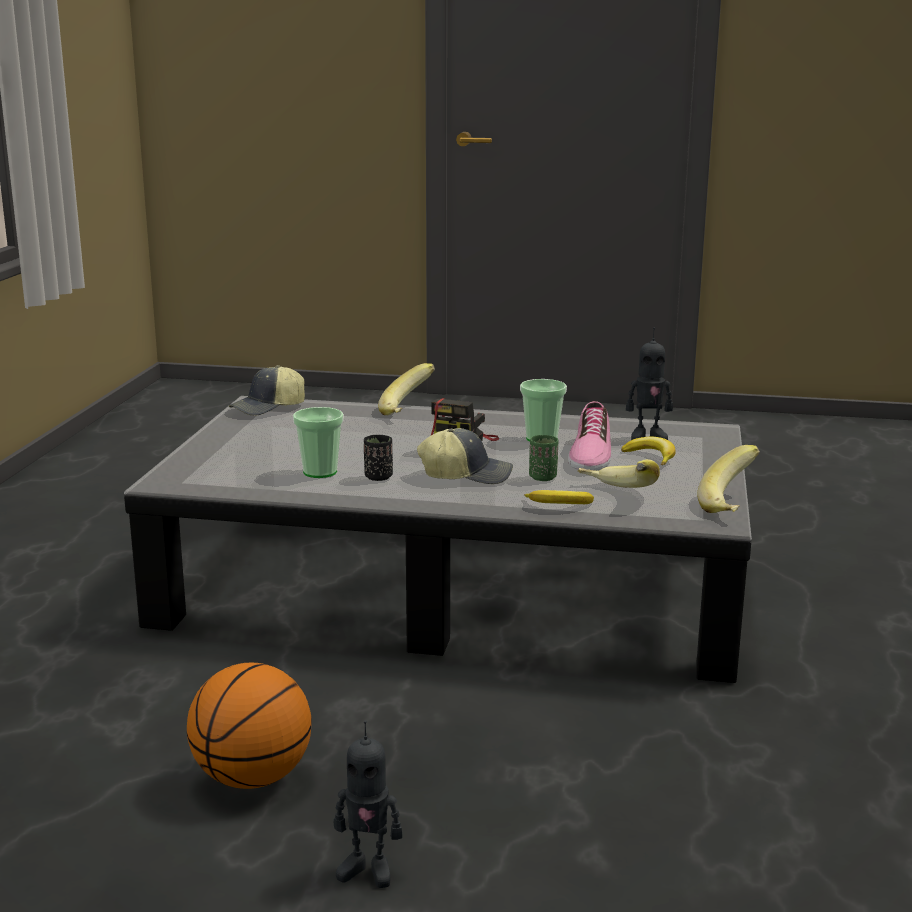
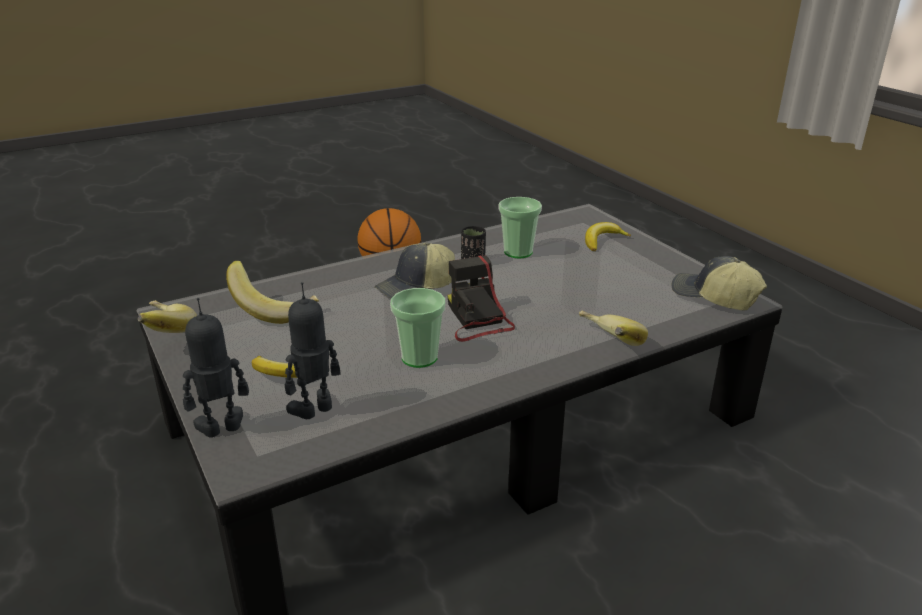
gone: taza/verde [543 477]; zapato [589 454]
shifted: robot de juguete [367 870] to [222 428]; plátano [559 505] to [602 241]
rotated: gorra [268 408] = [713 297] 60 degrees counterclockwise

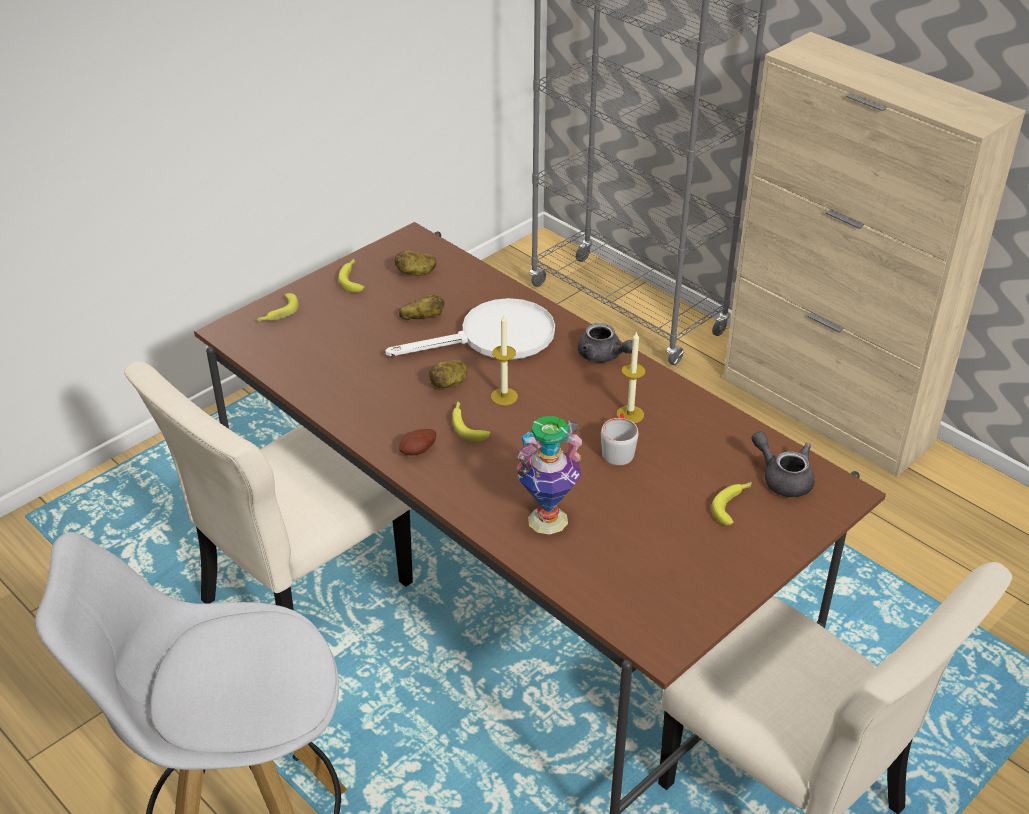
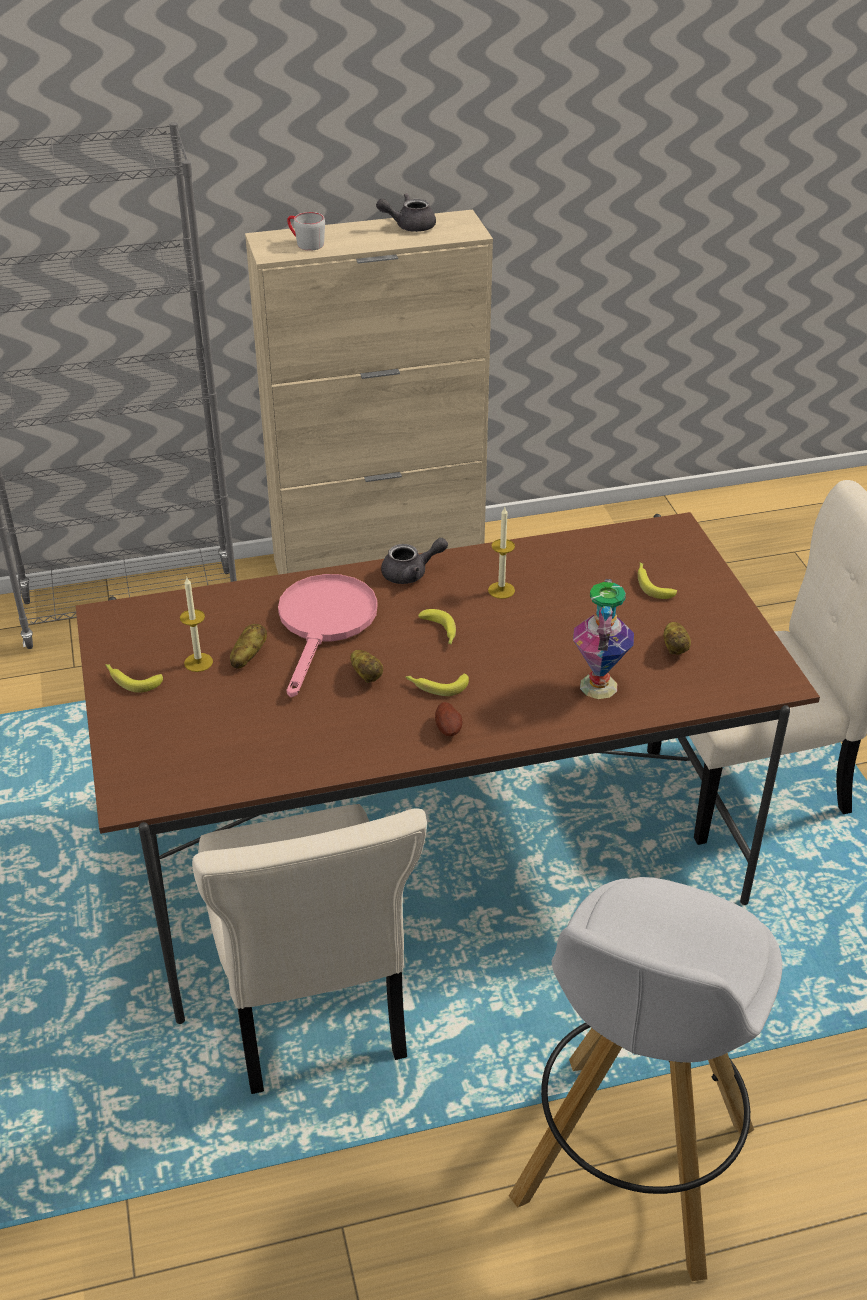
shifted: plátano [277 313] to [440 632]; patata [416 273] to [675 648]; vela [504 396] to [198 662]; taza grande/gris [618 449] to [305 243]; tetera/gris [782 478] to [409 226]
repainted: sartén/blanco [494 338] to sartén/rosa [325 624]

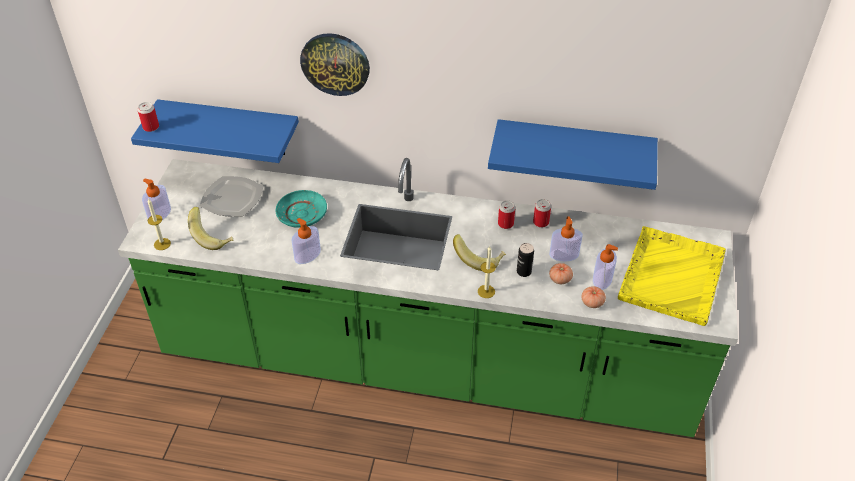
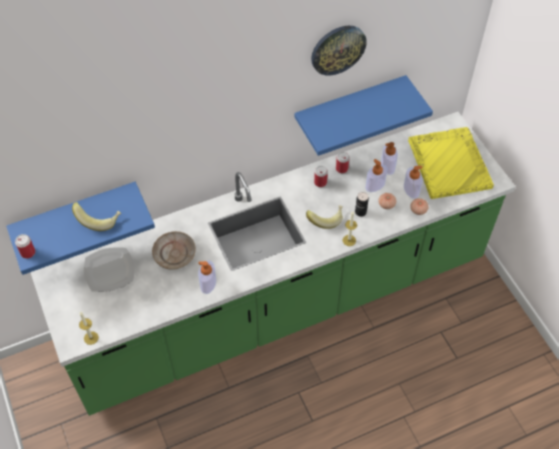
shifted: dispensador de jabón [159 214] to [388 166]; plátano [213 237] to [99 220]; reloj de pared [335 63] to [338 49]
repainted: plato/turquesa [302 214] to plato/beis [174 254]

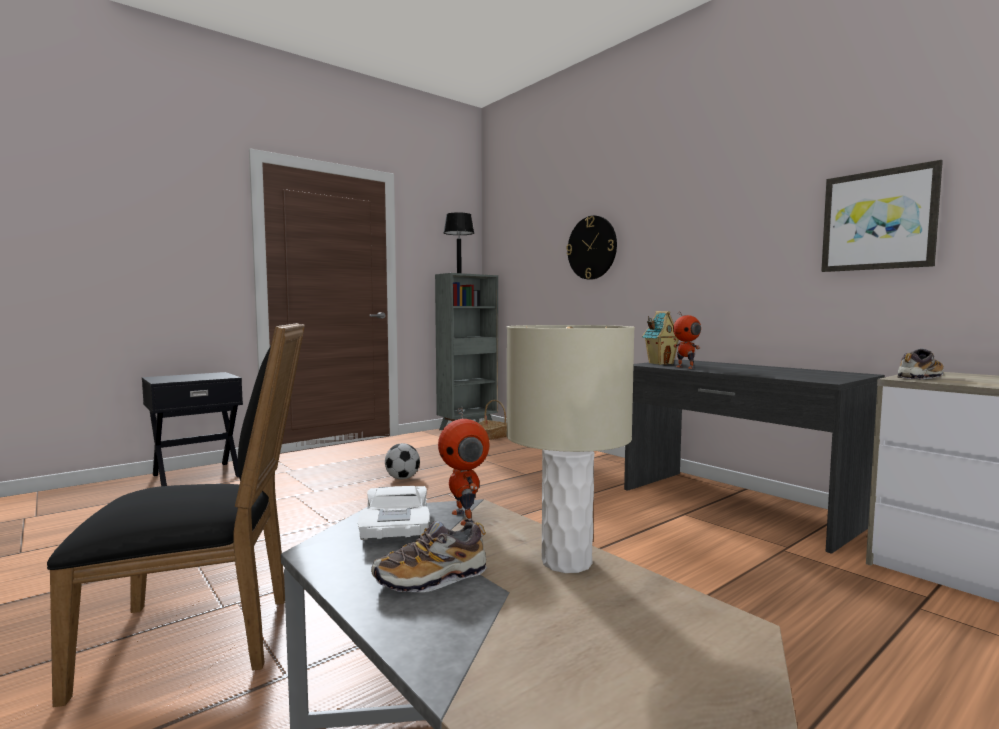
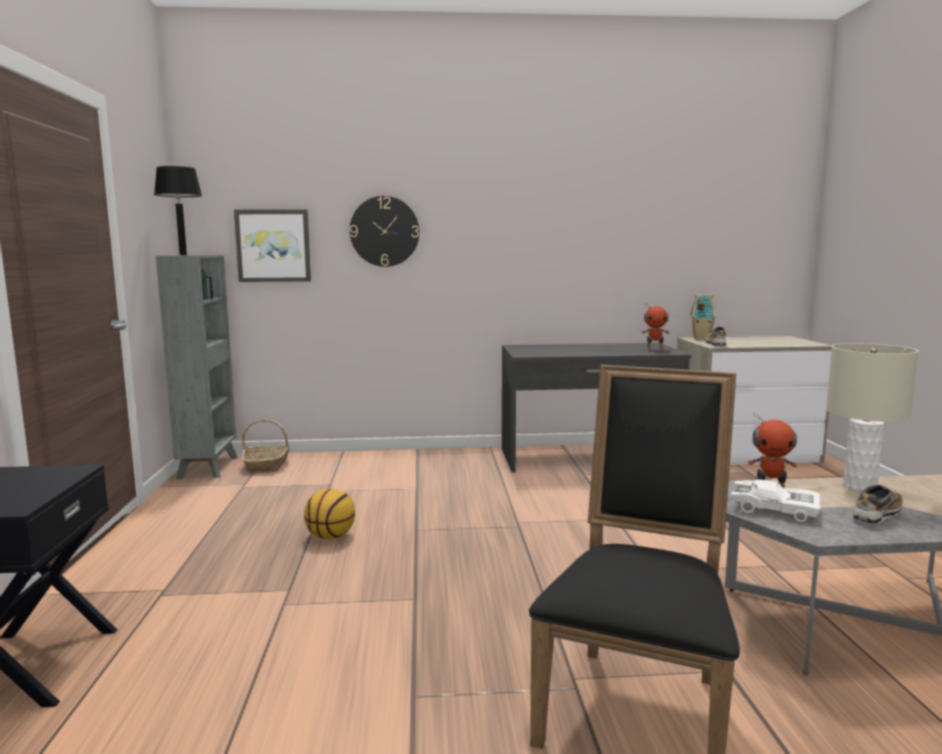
shifted: casita [660 363] to [700 338]; robot de juguete [686 367] to [654 349]; cuadro [878 220] to [273 246]
swapped: balón de fútbol [403 478] to balón de baloncesto [331 537]
rotated: zapato [432 578] = [876 515] 135 degrees counterclockwise

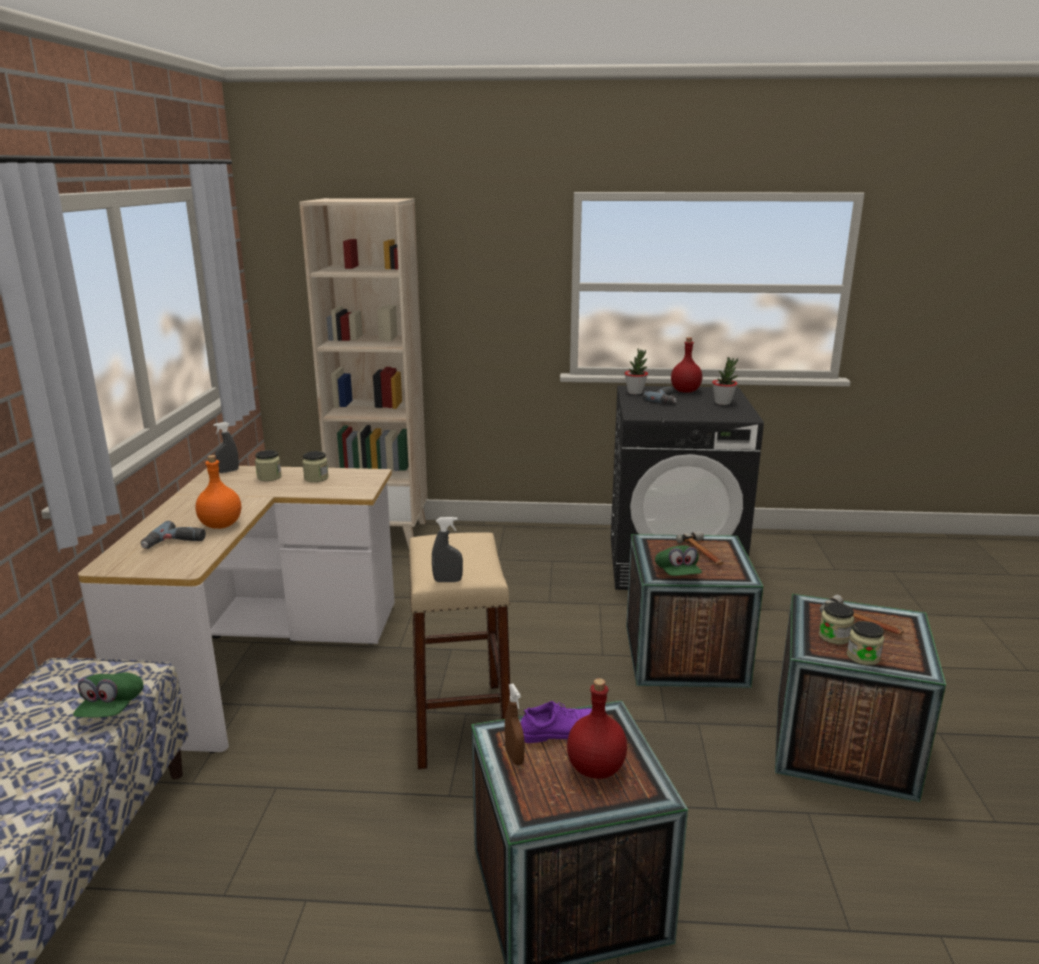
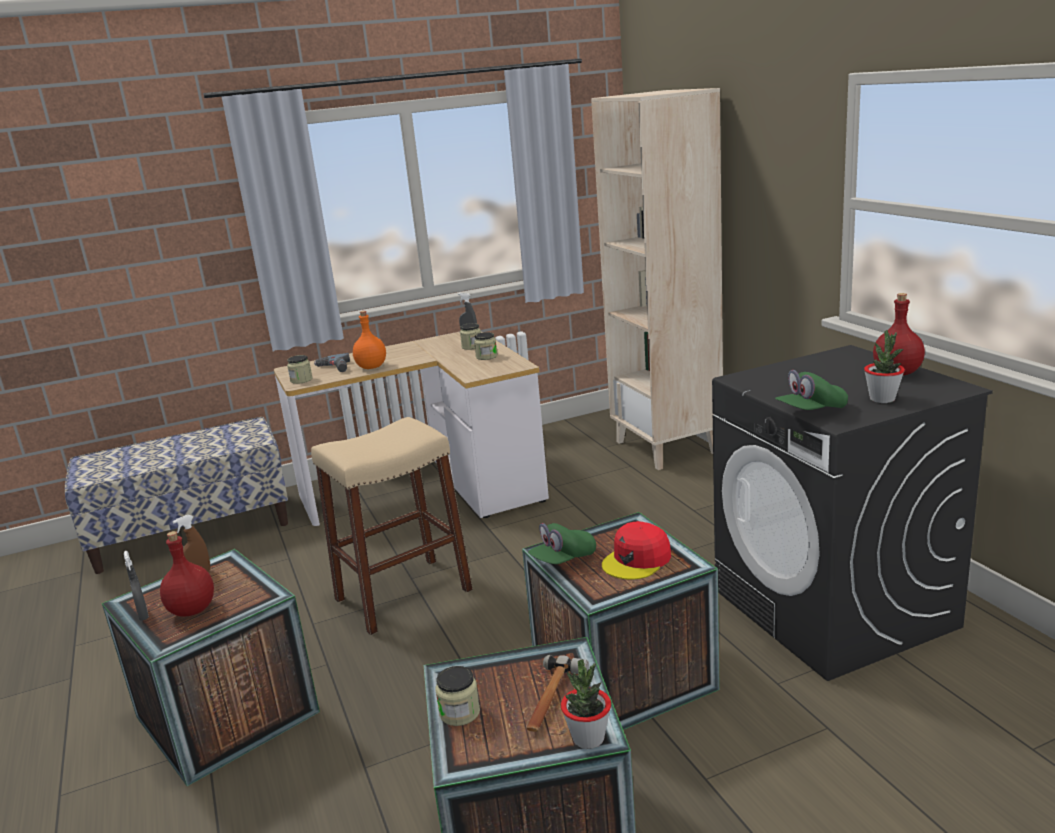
gone: zapato/morado [558 730]; taladro [666 400]
shifted: gorra/verde [111 709] to [811 411]; pulverizador/gris [448 581] to [143 615]; planta en maceta [635 392] to [588 738]; tarro [834 637] to [301 380]
swapped: martillo [703 553] to gorra/rojo [637 560]

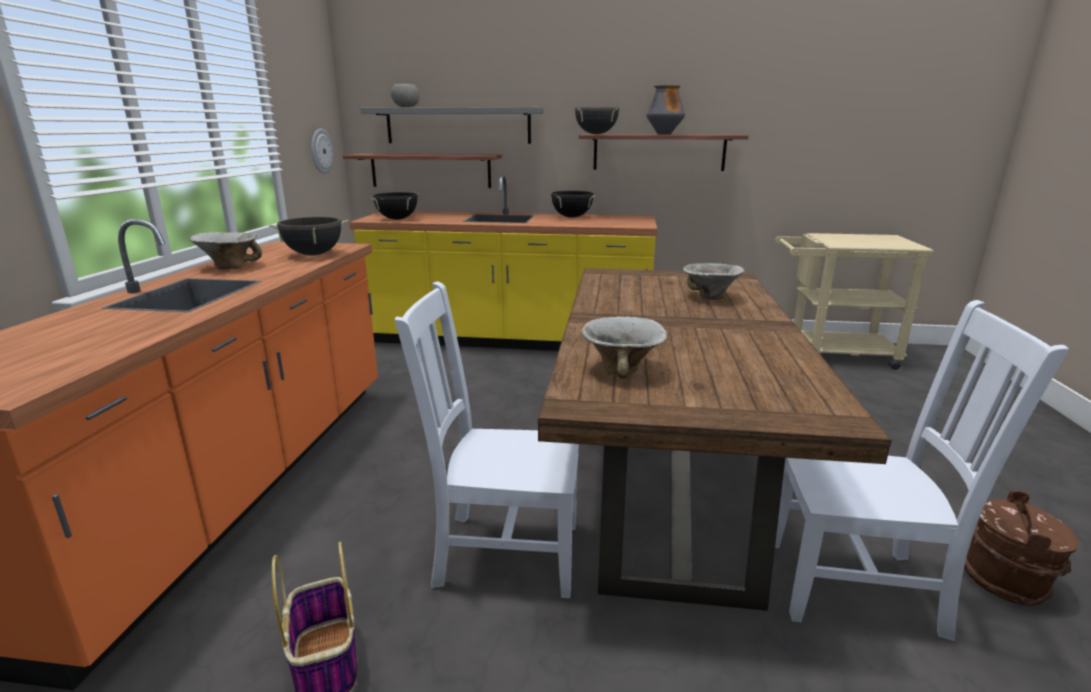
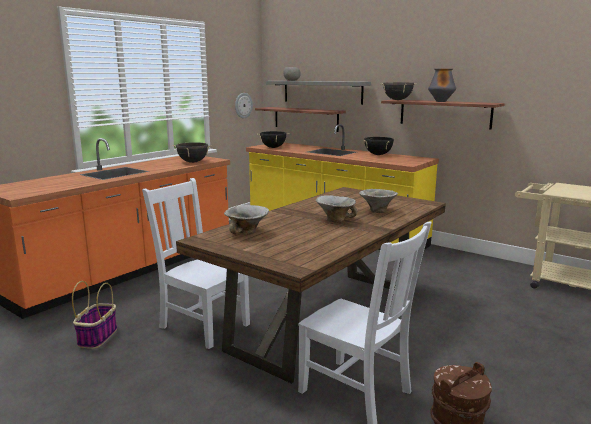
shifted: cuenco [230 267] to [335 220]

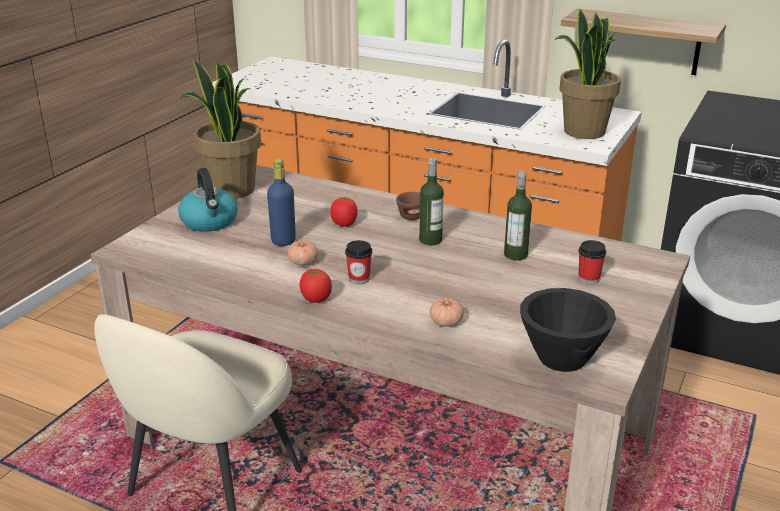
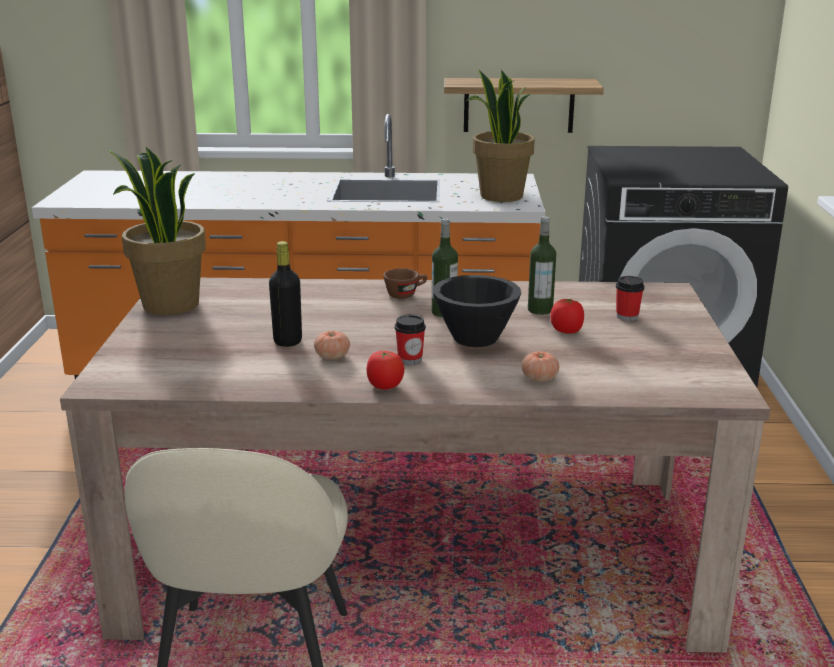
gone: hervidor [210 222]
shifted: tomate [344 224] to [566 331]; cuenco/negro [561 358] to [475 338]
repainted: botella/azul [283 241] to botella/negro [287 341]

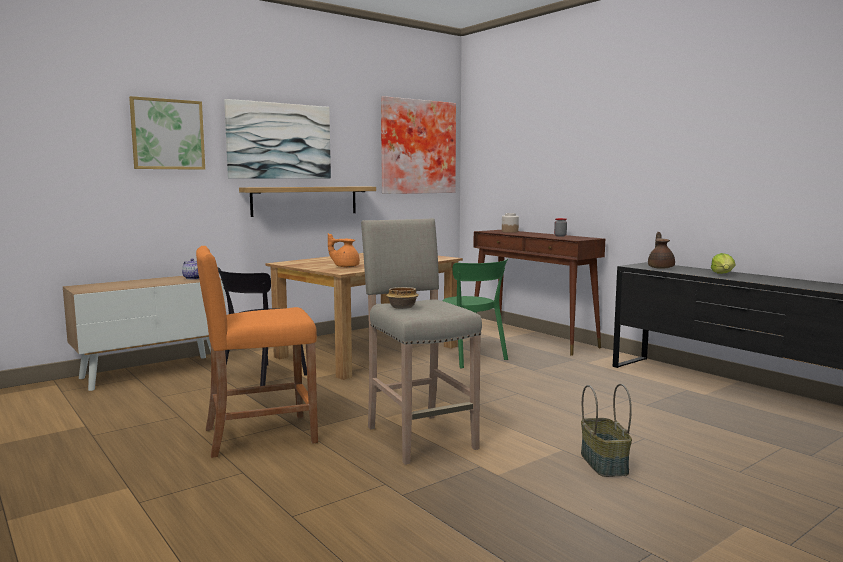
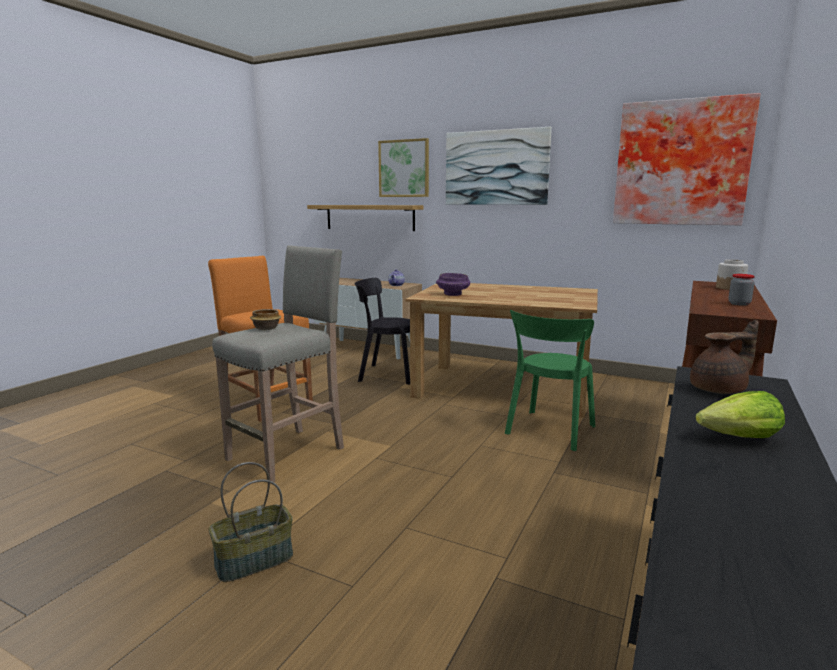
shifted: estante [305 201] to [369 217]
swapped: tetera/naranja [345 266] to cuenco/morado [453 294]

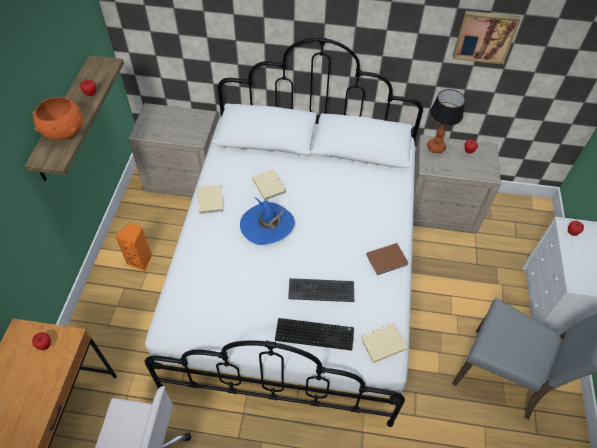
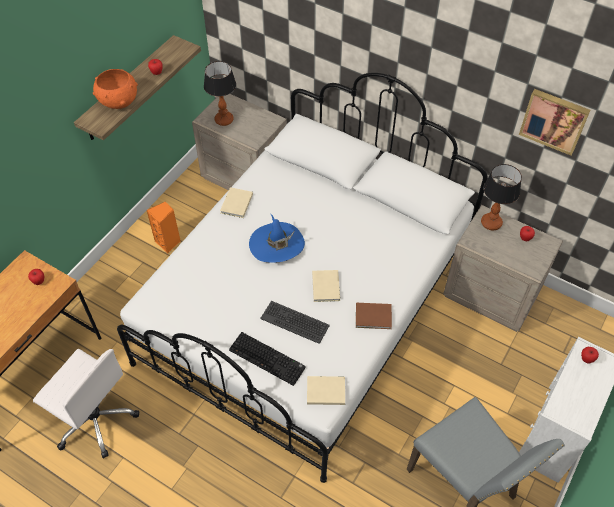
new: lámpara de mesa [224 120]
shifted: libro/beis [269 184] to [326 286]

